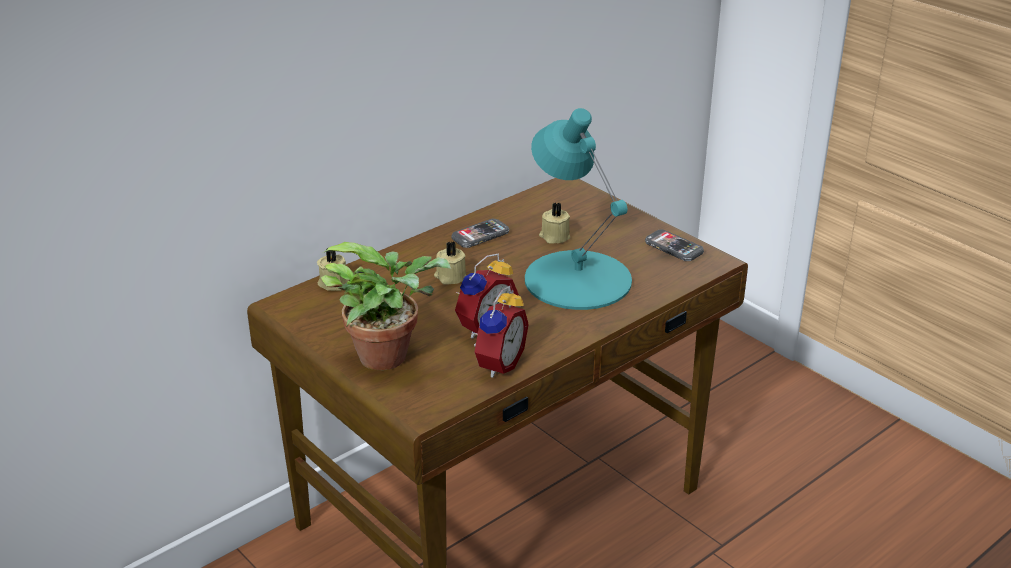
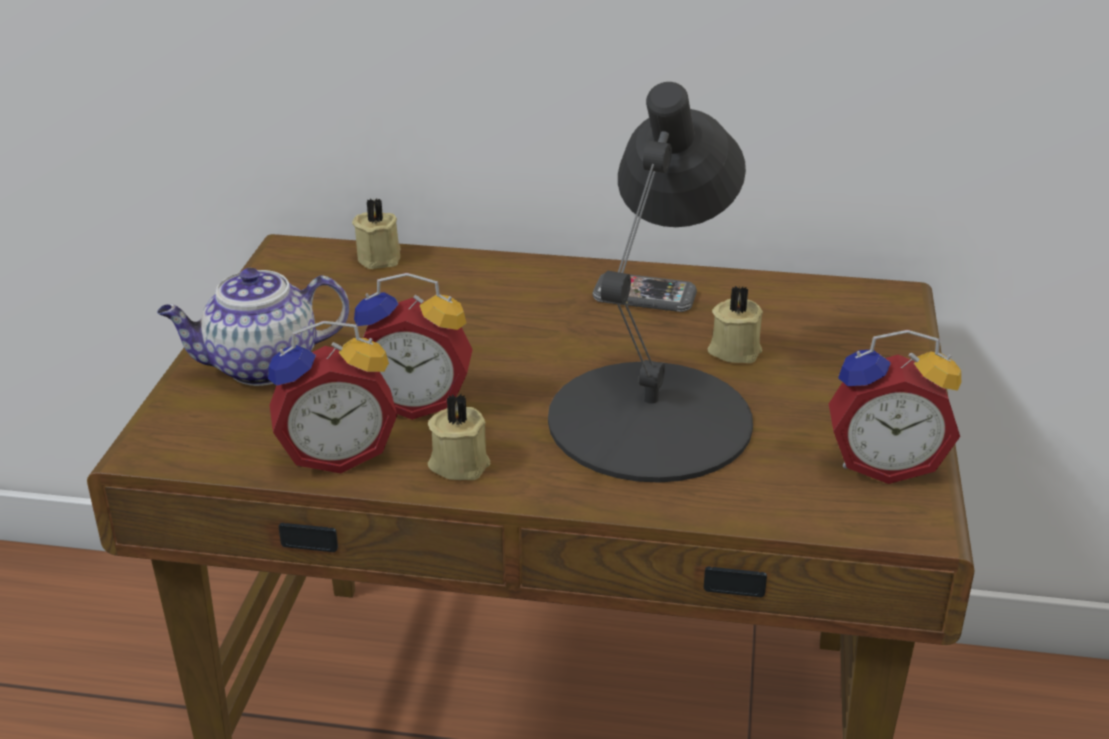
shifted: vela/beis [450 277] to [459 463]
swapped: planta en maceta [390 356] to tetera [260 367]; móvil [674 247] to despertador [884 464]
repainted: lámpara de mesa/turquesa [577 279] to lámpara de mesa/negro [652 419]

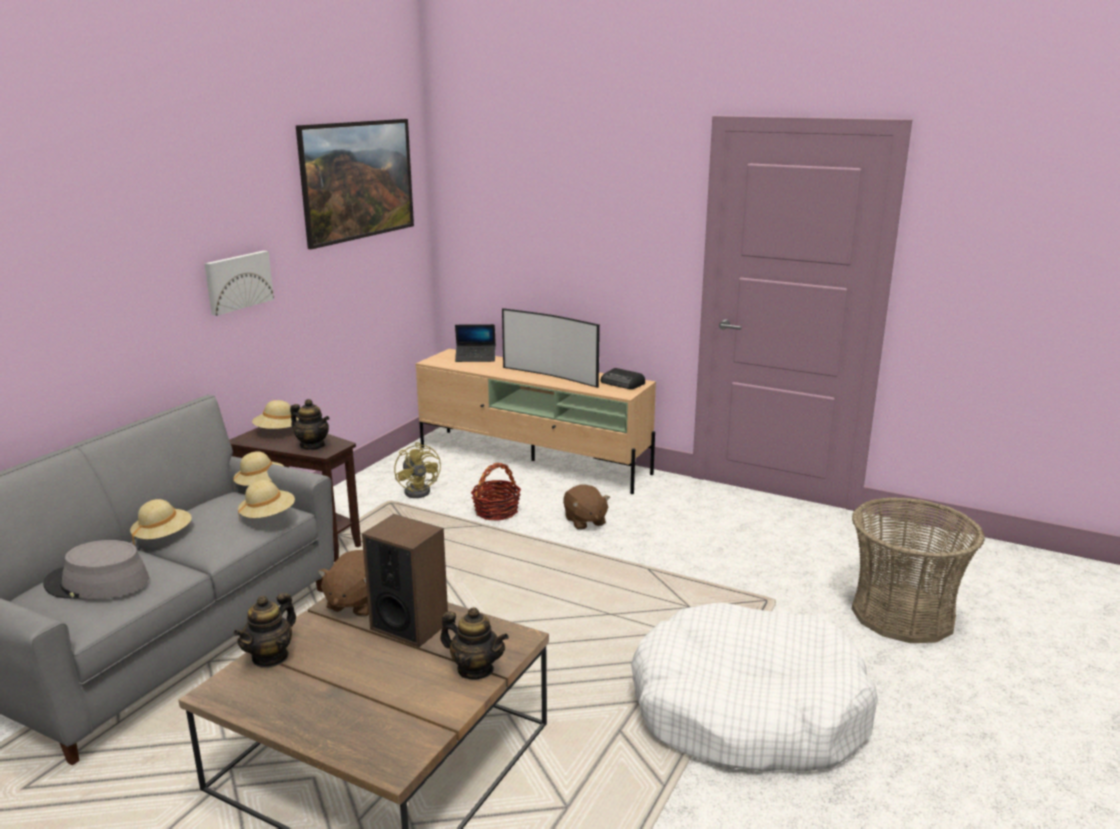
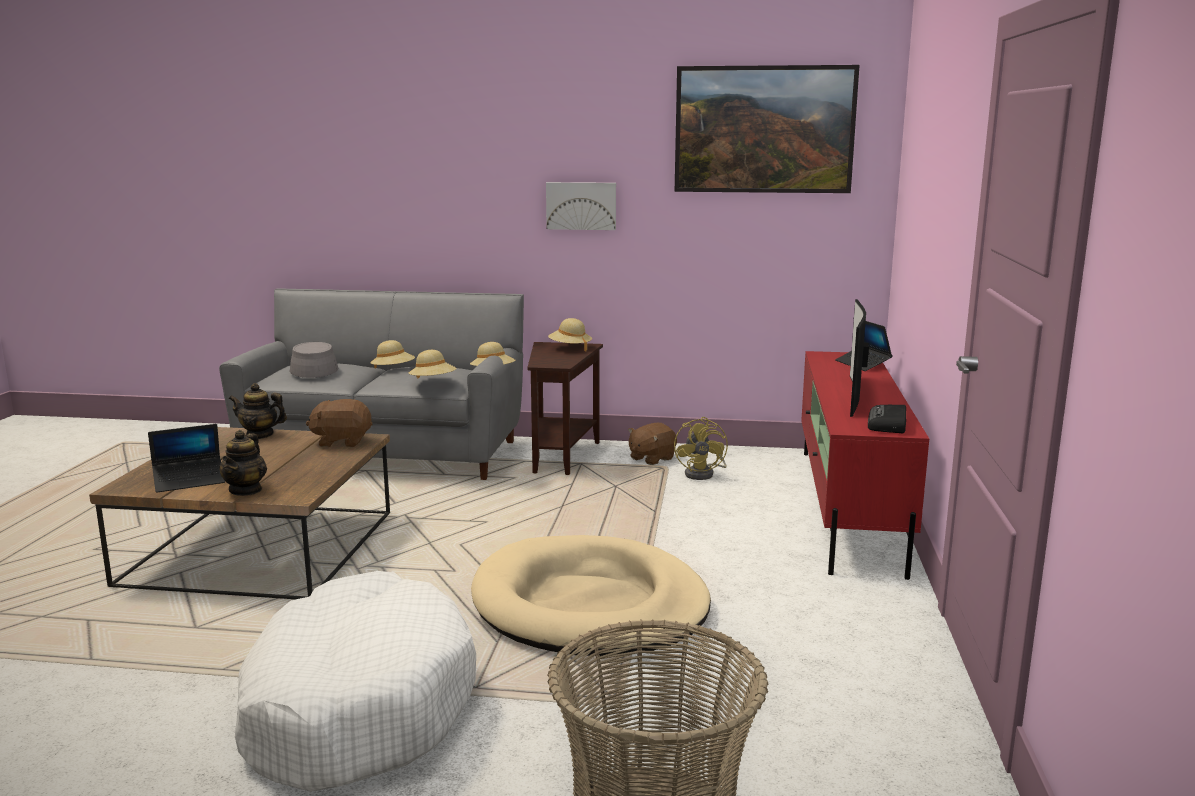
gone: tetera [313 446]; altavoz [409 625]; cesta [496 511]
new: portátil [189 481]; cama para perro/beis [589 605]
shifted: peluche/marrón [584 521] to [651 458]
repainted: mueble de televisión/beis [534 460] to mueble de televisión/rojo [847 507]
rotated: ventilador/amarillo [420 490] = [703 474] 45 degrees counterclockwise

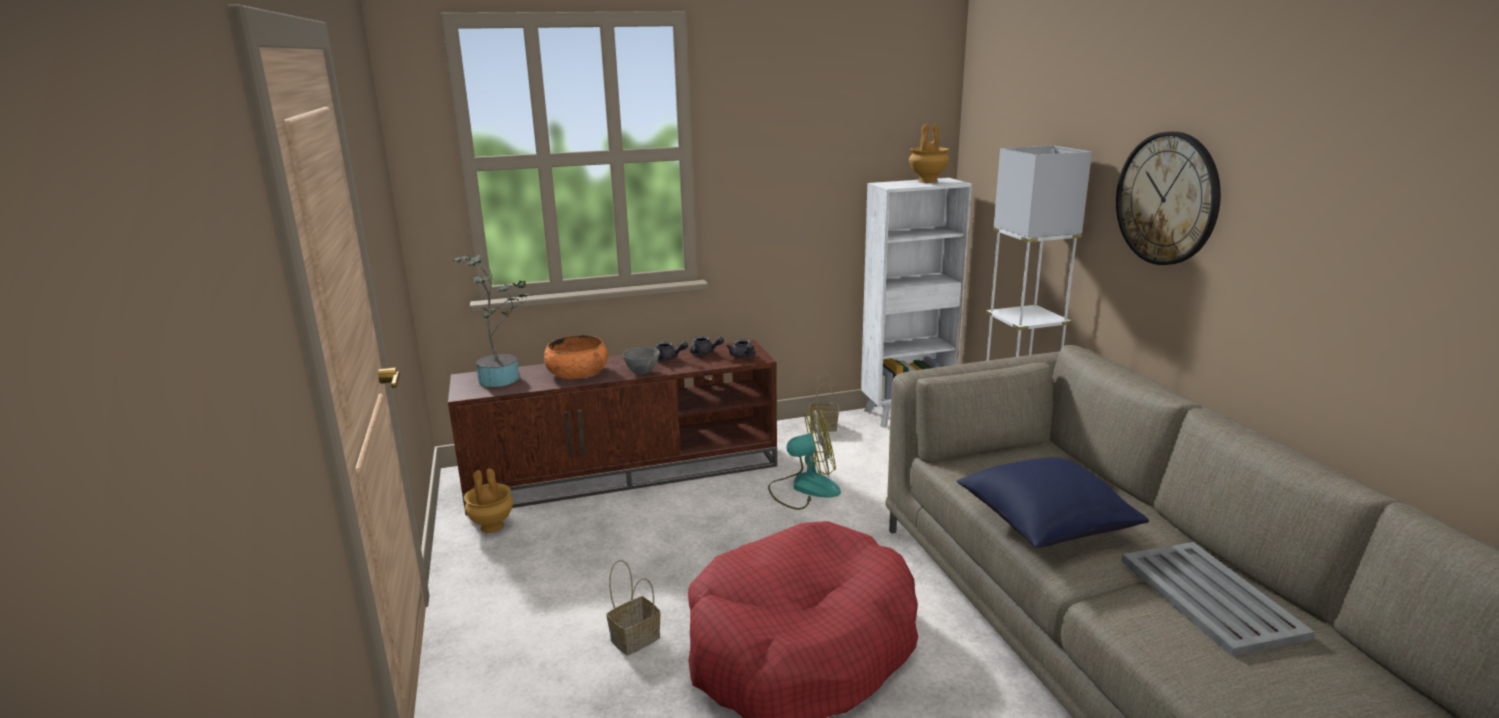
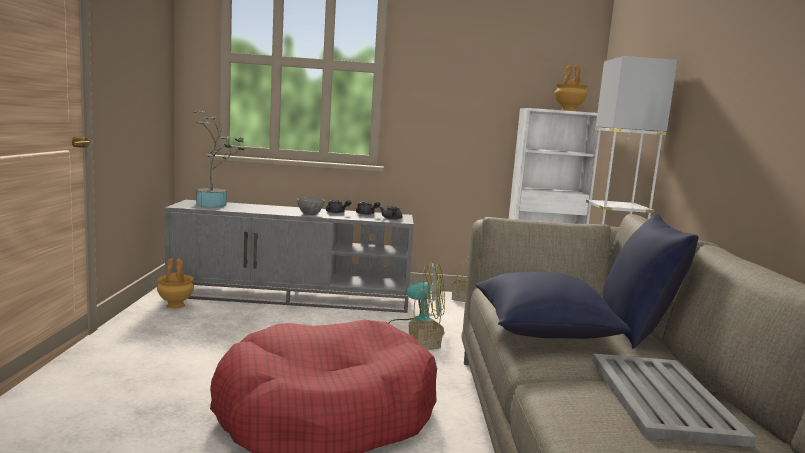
gone: cuenco/naranja [577 372]; reloj de pared [1167 199]
new: cojín/azul [636 330]
shifted: cesta [636 637] to [425 345]
repainted: mueble de televisión/marrón [625 472] to mueble de televisión/gris [293 296]

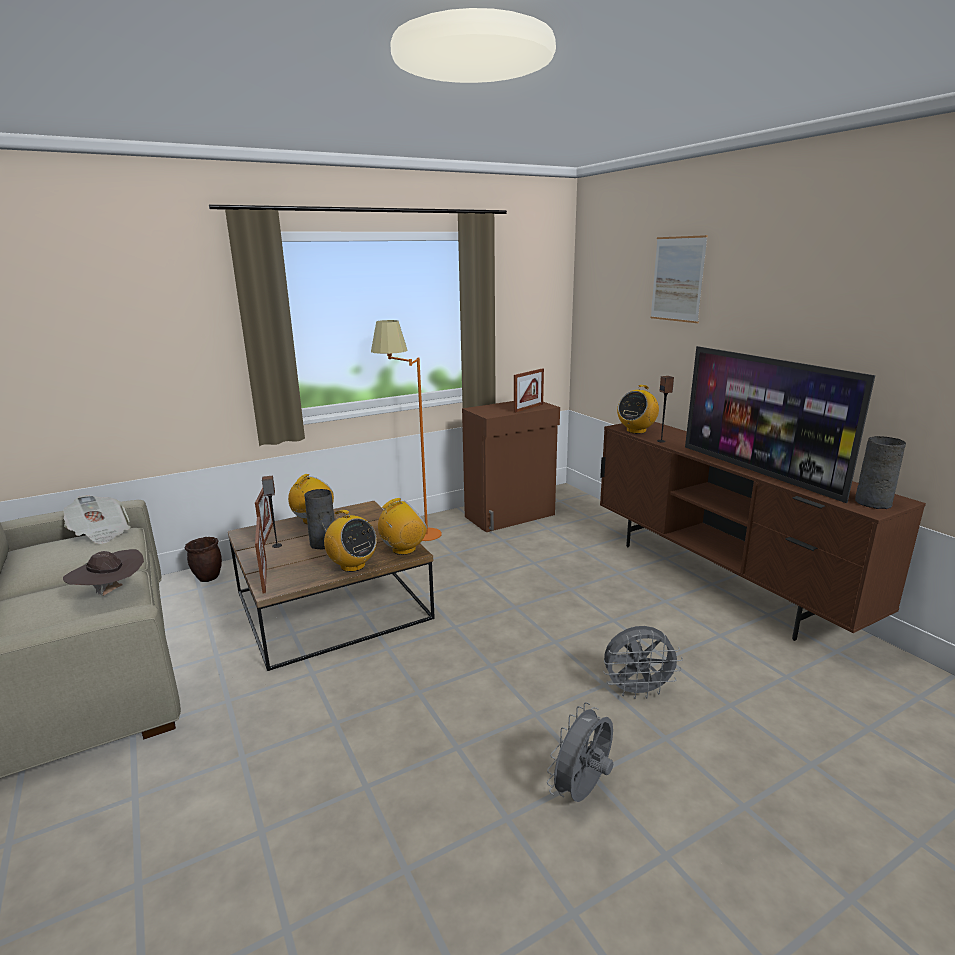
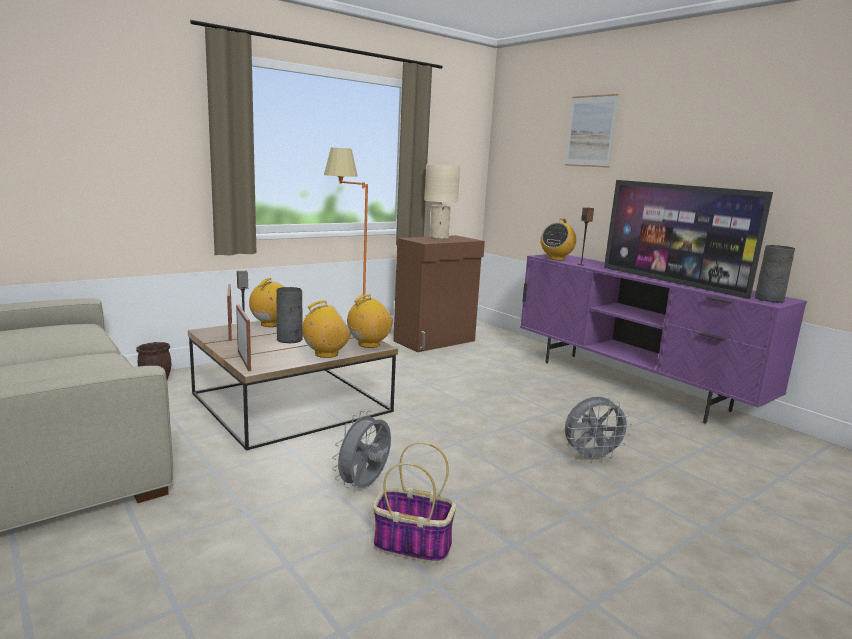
gone: periódico [100 533]; sombrero/marrón [111 593]; portarretratos [528 408]
new: cesta [411 545]; lámpara de mesa/beis [439 237]
shifted: ventilador/gris [582 791] to [364 486]
repainted: mueble de televisión/marrón [719 580] to mueble de televisión/morado [631 385]
rotated: radio [352 565] = [326 354] 60 degrees counterclockwise

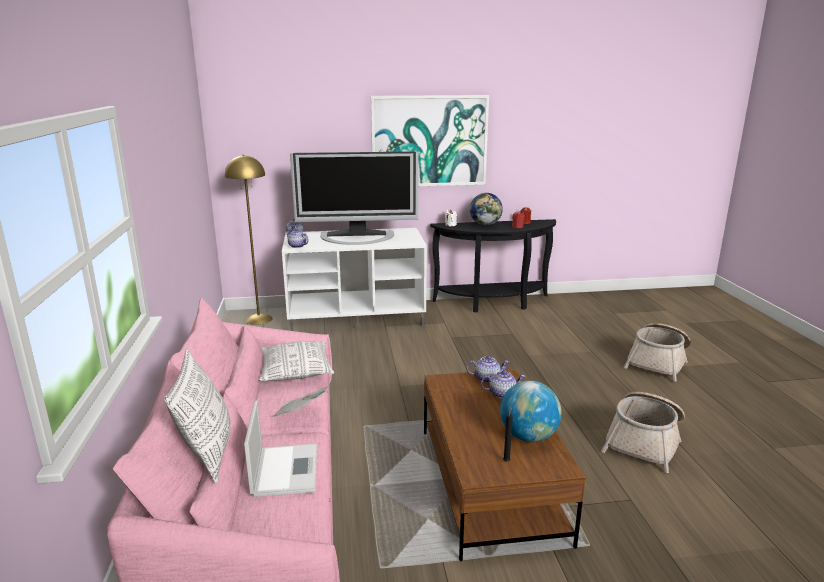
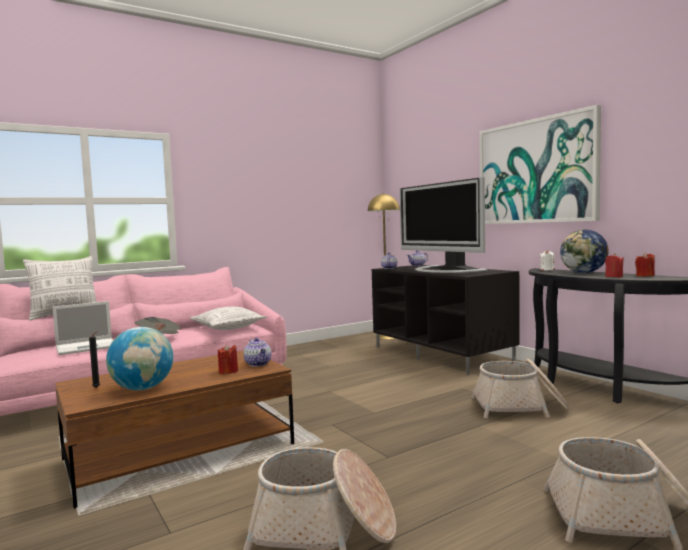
new: cesta [519 407]
swapped: tetera [502 393] to vela/rojo [228 371]
repainted: mueble de televisión/blanco [357 317] to mueble de televisión/negro [442 354]

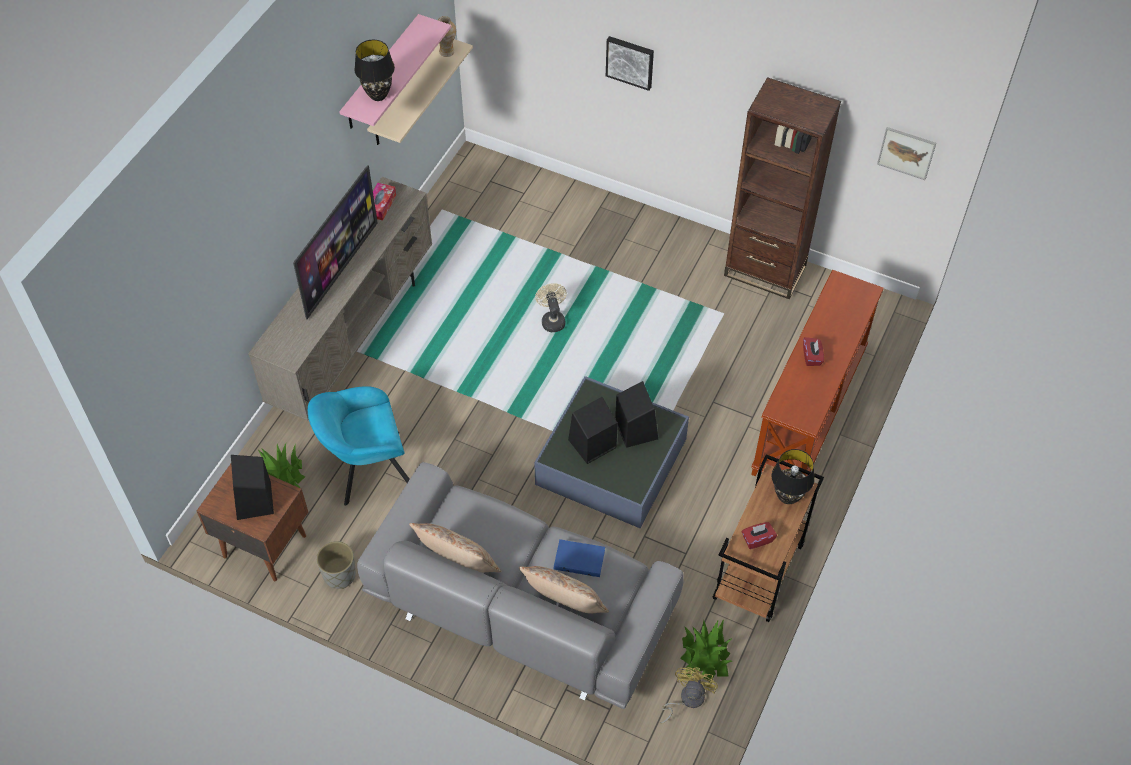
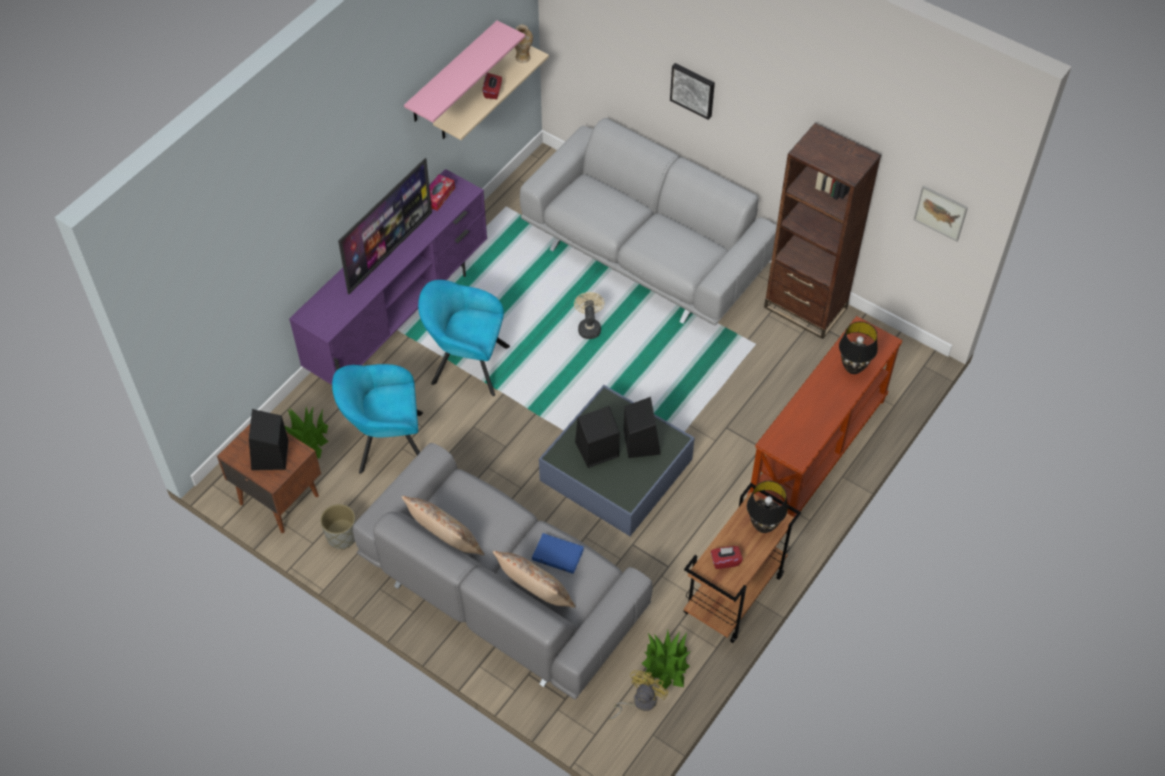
new: sillón/turquesa [466 363]; sofá/gris [647 252]
shifted: lámpara de mesa/negro [378 96] to [852 368]; caja de pañuelos/rojo [812 357] to [493 92]
repainted: mueble de televisión/beis [355 336] to mueble de televisión/morado [400 316]

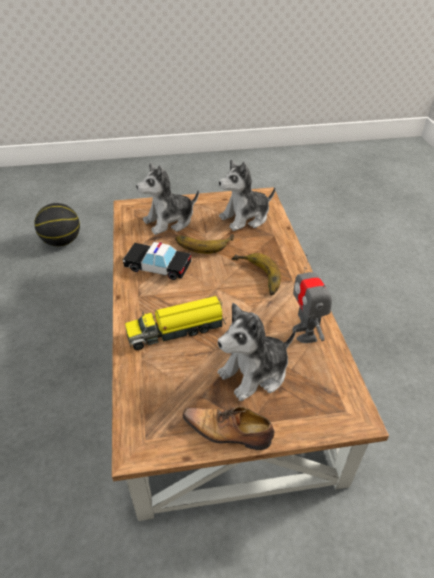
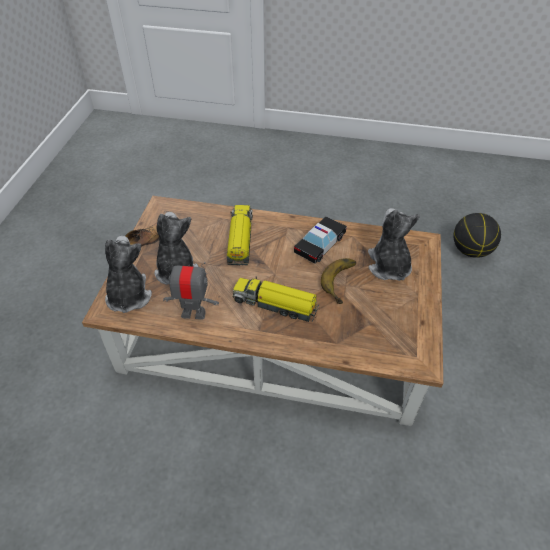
shifted: peluche [245 218] to [128 296]
swapped: plátano [255 277] to camión de juguete [276 304]

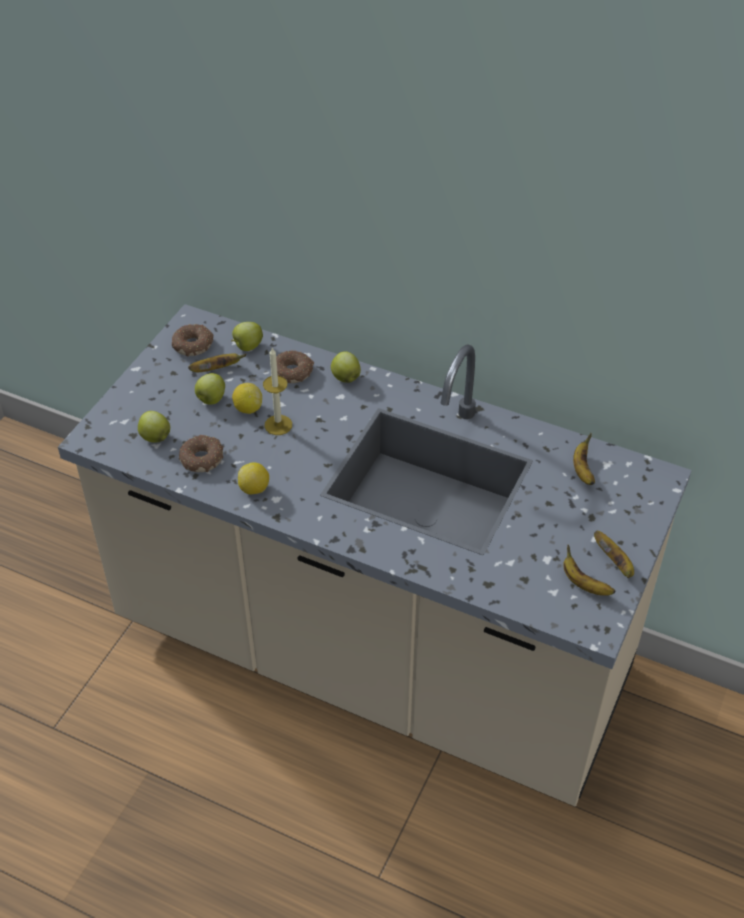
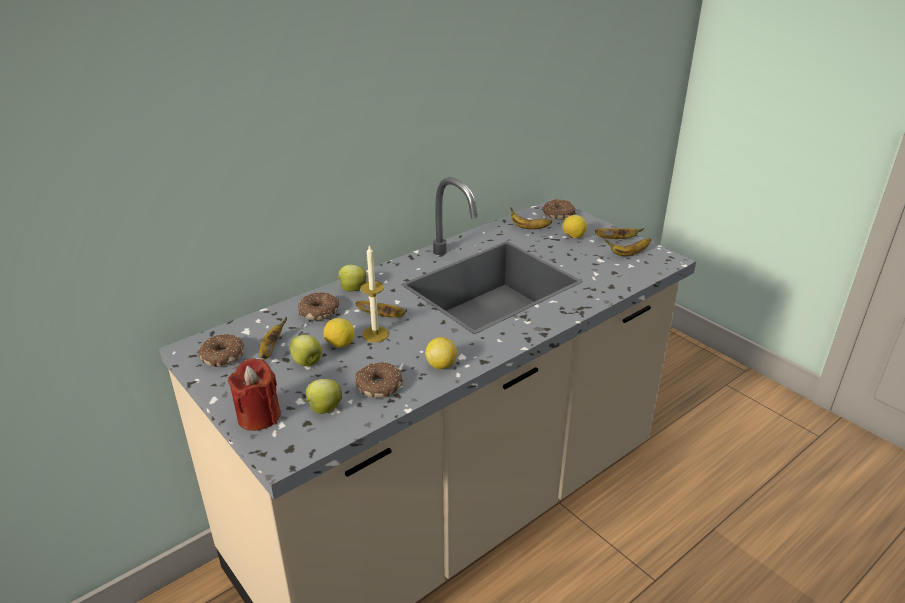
gone: manzana [247 347]
new: vela/rojo [259 416]; plátano [383 317]; rosquilla [557 214]; limón [573 237]

